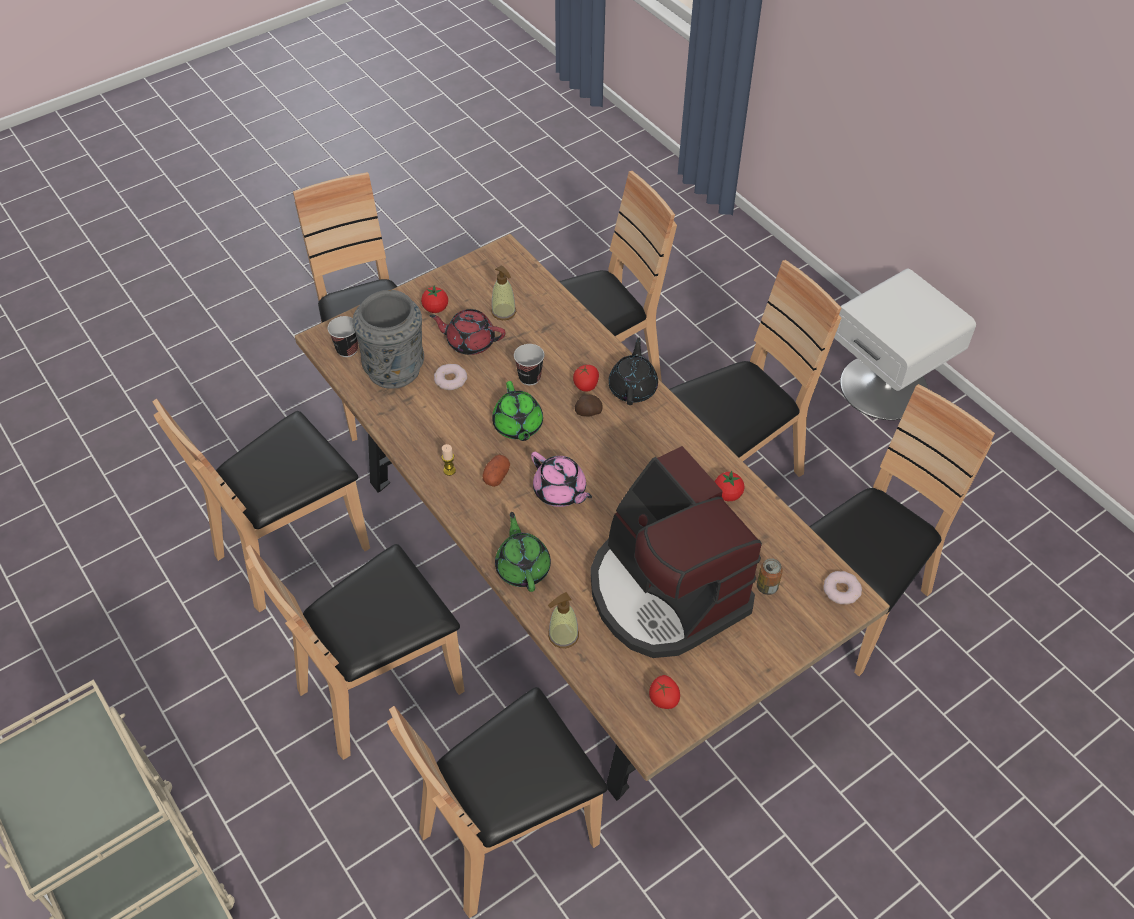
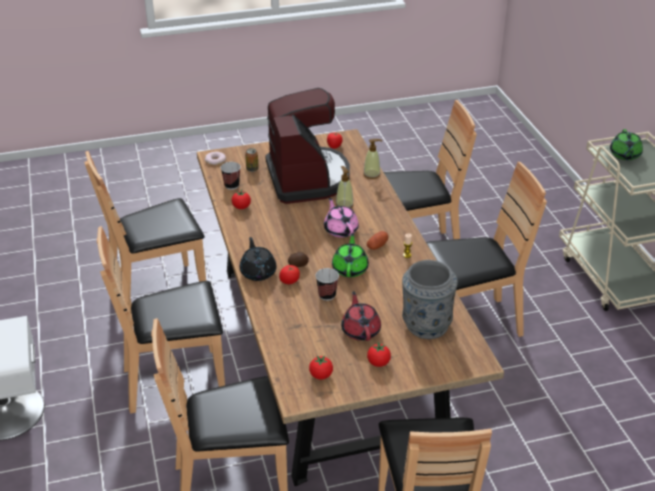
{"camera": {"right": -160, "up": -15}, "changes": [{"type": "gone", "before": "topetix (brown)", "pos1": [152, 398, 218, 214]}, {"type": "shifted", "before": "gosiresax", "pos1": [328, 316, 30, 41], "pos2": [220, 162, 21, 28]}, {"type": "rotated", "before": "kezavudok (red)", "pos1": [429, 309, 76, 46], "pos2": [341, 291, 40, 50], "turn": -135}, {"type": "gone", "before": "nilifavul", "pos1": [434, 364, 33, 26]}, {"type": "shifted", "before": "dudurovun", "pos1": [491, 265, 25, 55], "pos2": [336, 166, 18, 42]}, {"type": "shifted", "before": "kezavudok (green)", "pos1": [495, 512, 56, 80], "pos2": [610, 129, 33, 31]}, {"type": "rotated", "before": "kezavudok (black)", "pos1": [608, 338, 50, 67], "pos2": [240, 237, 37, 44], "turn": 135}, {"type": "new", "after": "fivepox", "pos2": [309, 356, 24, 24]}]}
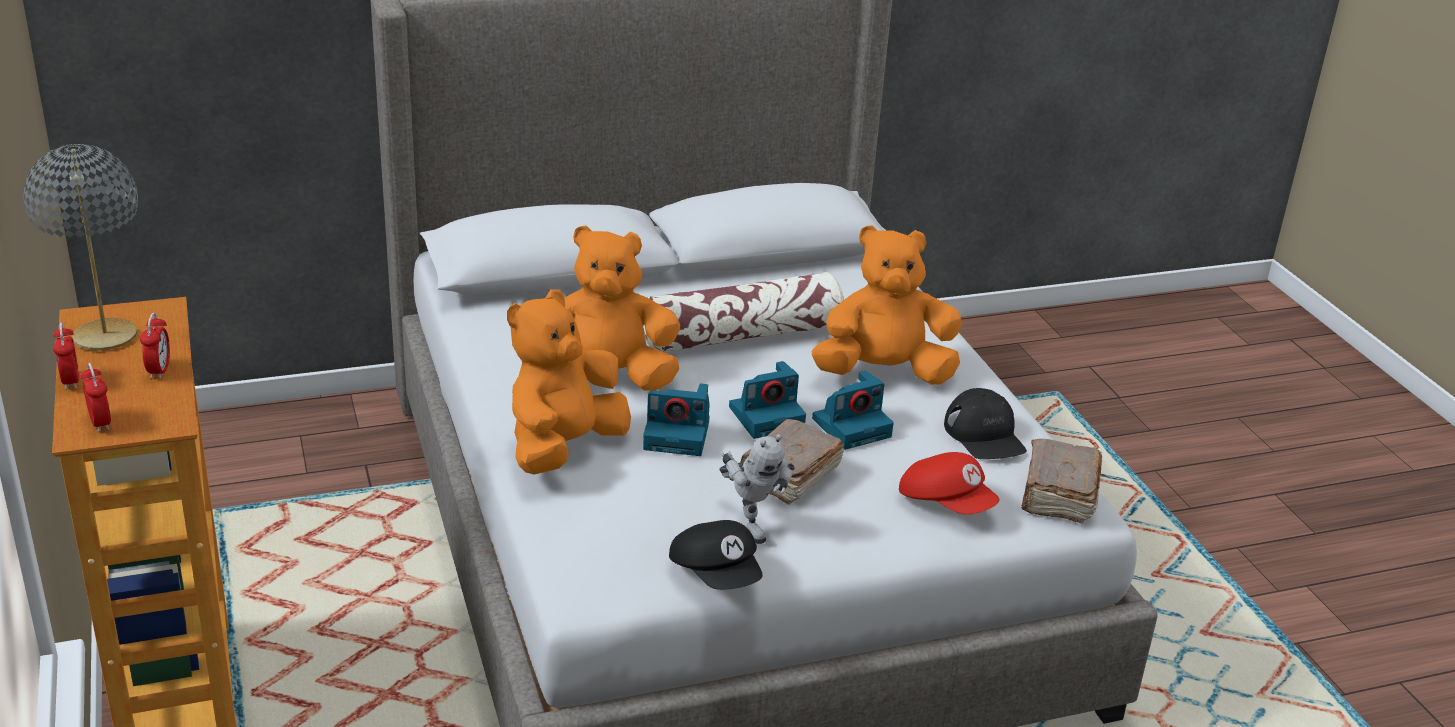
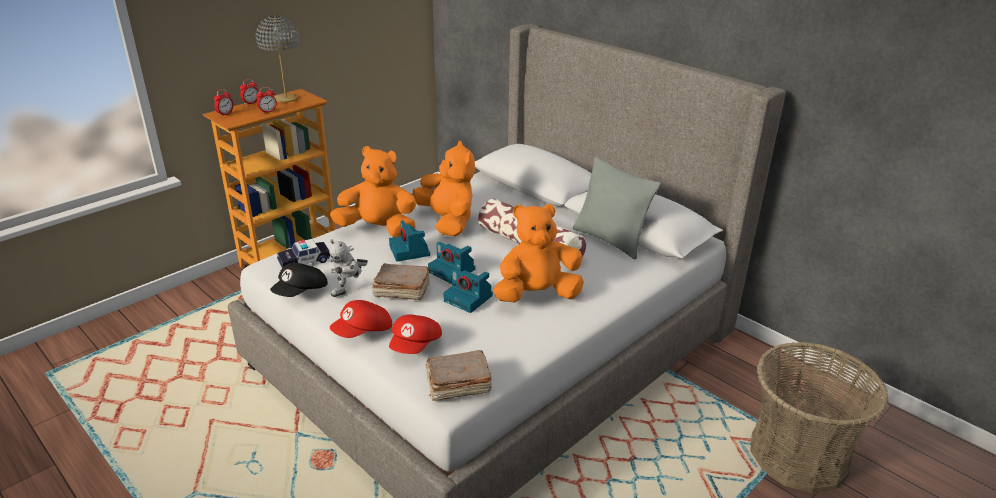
{"camera": {"right": 65, "up": 0}, "changes": [{"type": "rotated", "before": "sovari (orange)", "pos1": [812, 225, 150, 160], "pos2": [493, 204, 91, 99], "turn": -75}, {"type": "gone", "before": "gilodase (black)", "pos1": [944, 388, 83, 71]}, {"type": "new", "after": "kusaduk", "pos2": [277, 239, 53, 29]}, {"type": "new", "after": "gilodase (red)", "pos2": [330, 300, 62, 38]}, {"type": "new", "after": "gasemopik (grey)", "pos2": [573, 157, 88, 102]}, {"type": "new", "after": "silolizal", "pos2": [750, 342, 138, 151]}]}
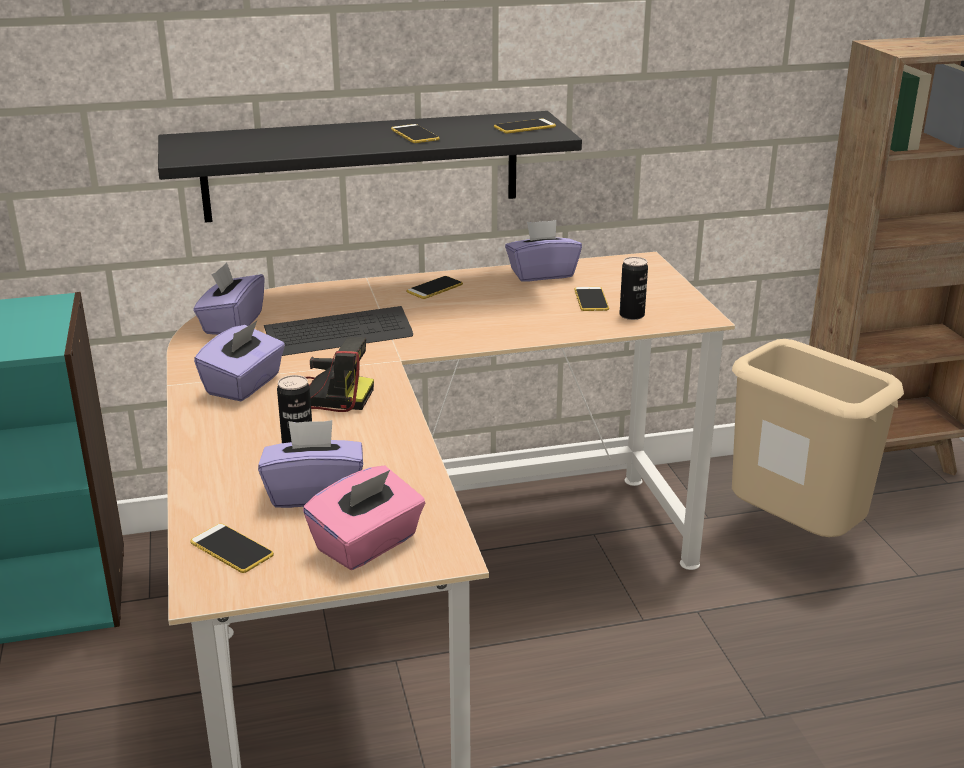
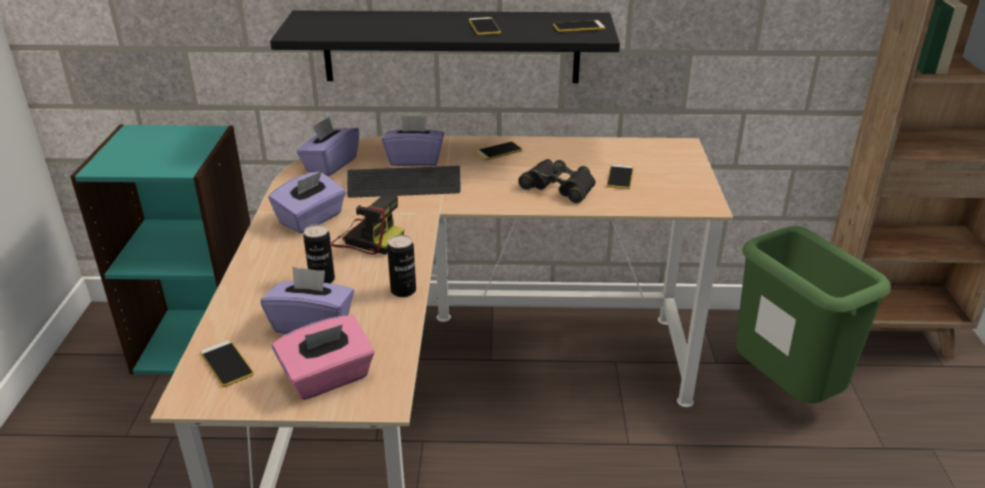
{"camera": {"right": 15, "up": 5}, "changes": [{"type": "shifted", "before": "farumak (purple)", "pos1": [505, 220, 77, 62], "pos2": [382, 115, 62, 51]}, {"type": "shifted", "before": "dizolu", "pos1": [619, 257, 29, 63], "pos2": [387, 235, 29, 62]}, {"type": "repainted", "before": "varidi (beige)", "after": "varidi (green)", "pos1": [732, 339, 172, 198], "pos2": [736, 226, 155, 177]}, {"type": "new", "after": "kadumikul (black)", "pos2": [518, 159, 78, 44]}]}
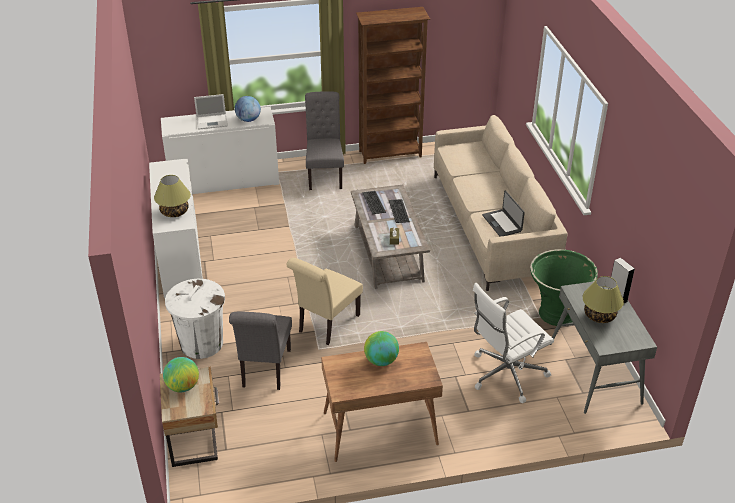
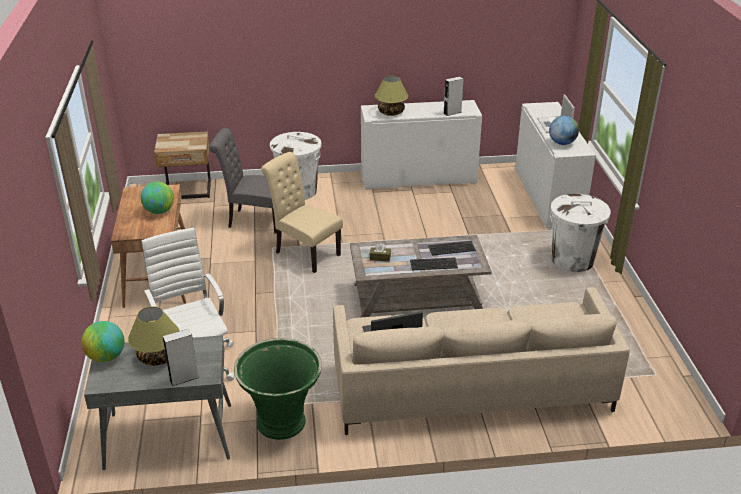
{"camera": {"right": 95, "up": -5}, "changes": [{"type": "shifted", "before": "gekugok", "pos1": [163, 357, 36, 35], "pos2": [81, 321, 43, 41]}, {"type": "swapped", "before": "topetix (grey)", "after": "varidi (white)", "pos1": [305, 91, 39, 99], "pos2": [550, 194, 61, 78]}, {"type": "gone", "before": "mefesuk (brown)", "pos1": [356, 7, 74, 157]}, {"type": "new", "after": "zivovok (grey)", "pos2": [443, 76, 20, 40]}]}
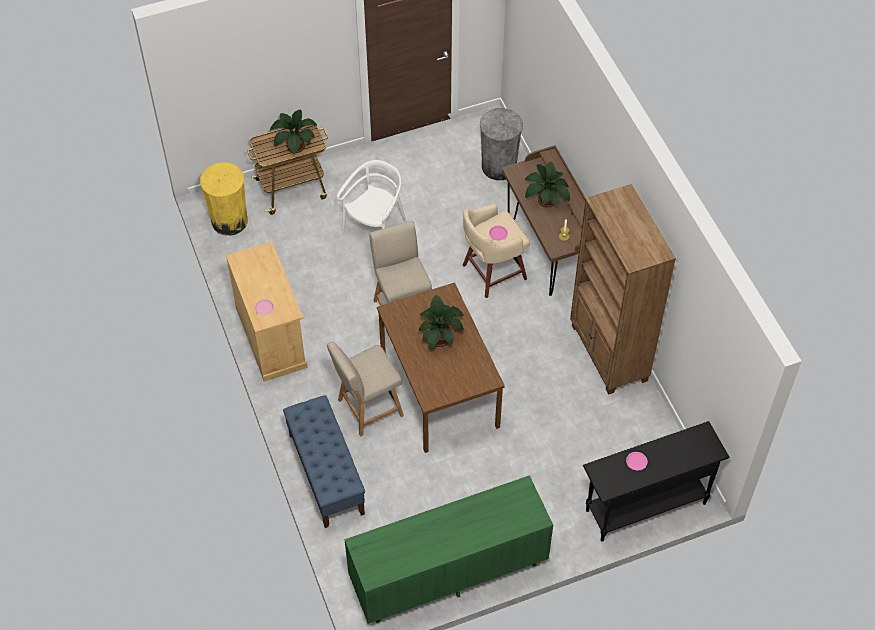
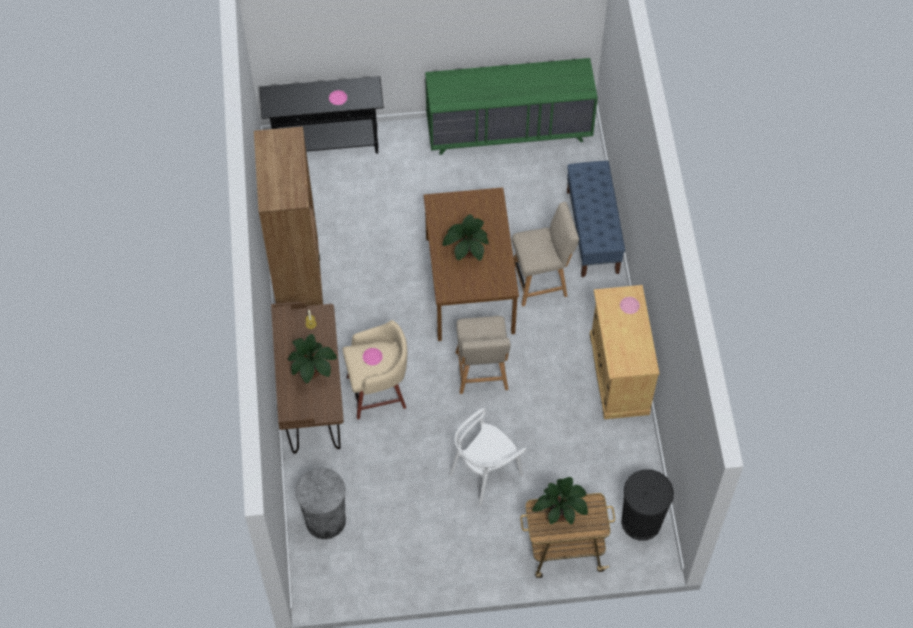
{"camera": {"right": -165, "up": 5}, "changes": [{"type": "repainted", "before": "varidi (yellow)", "after": "varidi (black)", "pos1": [200, 162, 48, 74], "pos2": [621, 469, 53, 72]}]}
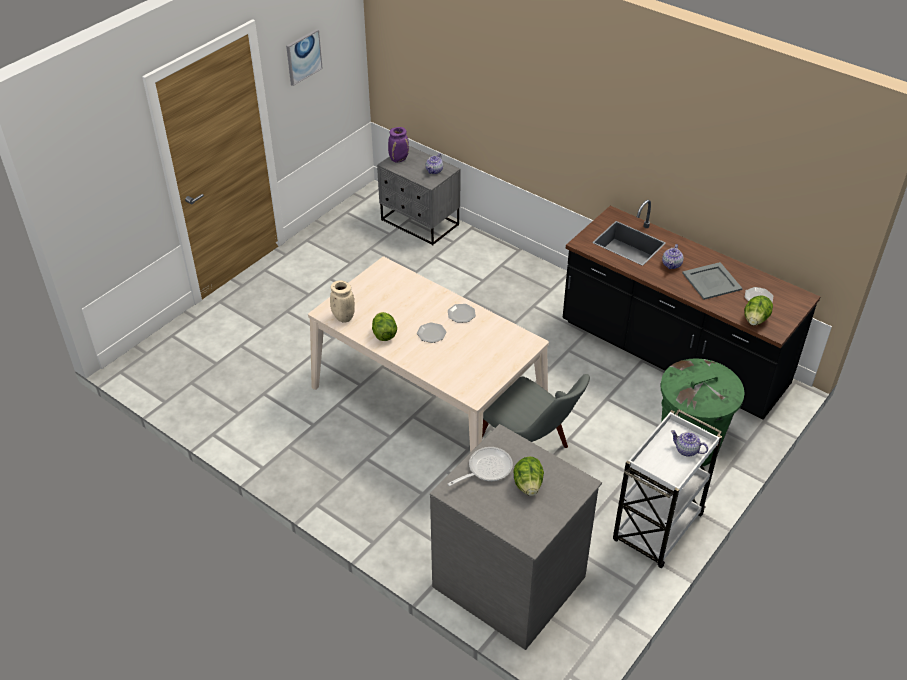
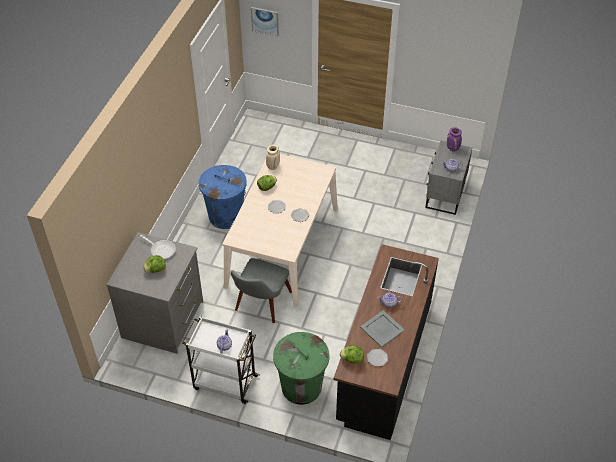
{"camera": {"right": 70, "up": 5}, "changes": [{"type": "shifted", "before": "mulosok", "pos1": [286, 29, 37, 57], "pos2": [251, 7, 28, 29]}, {"type": "new", "after": "varidi (blue)", "pos2": [199, 165, 48, 64]}]}
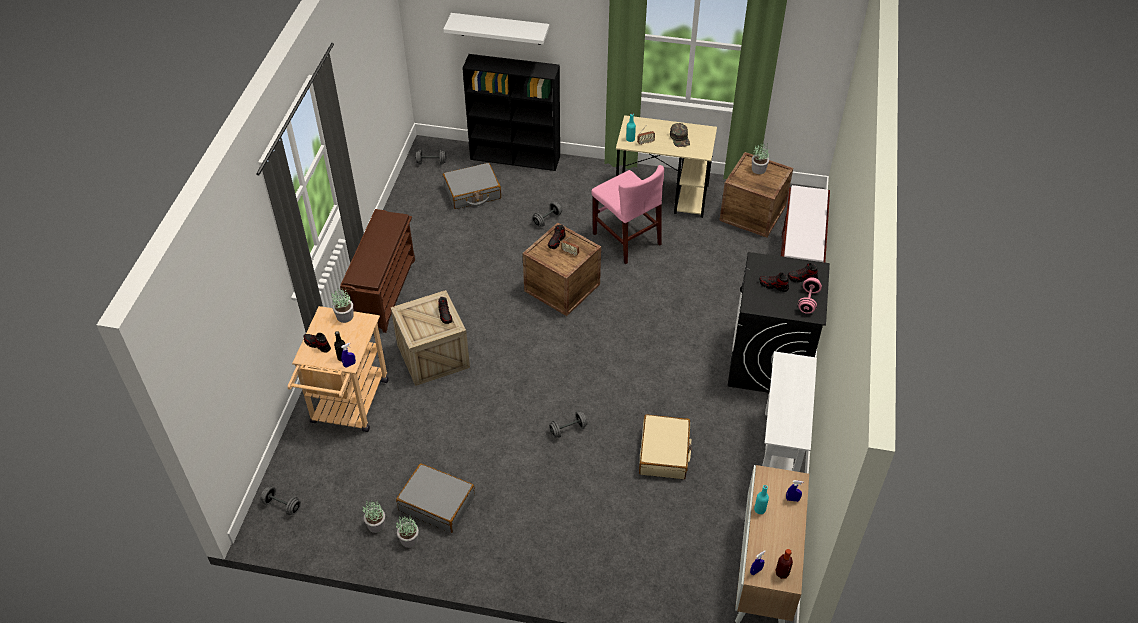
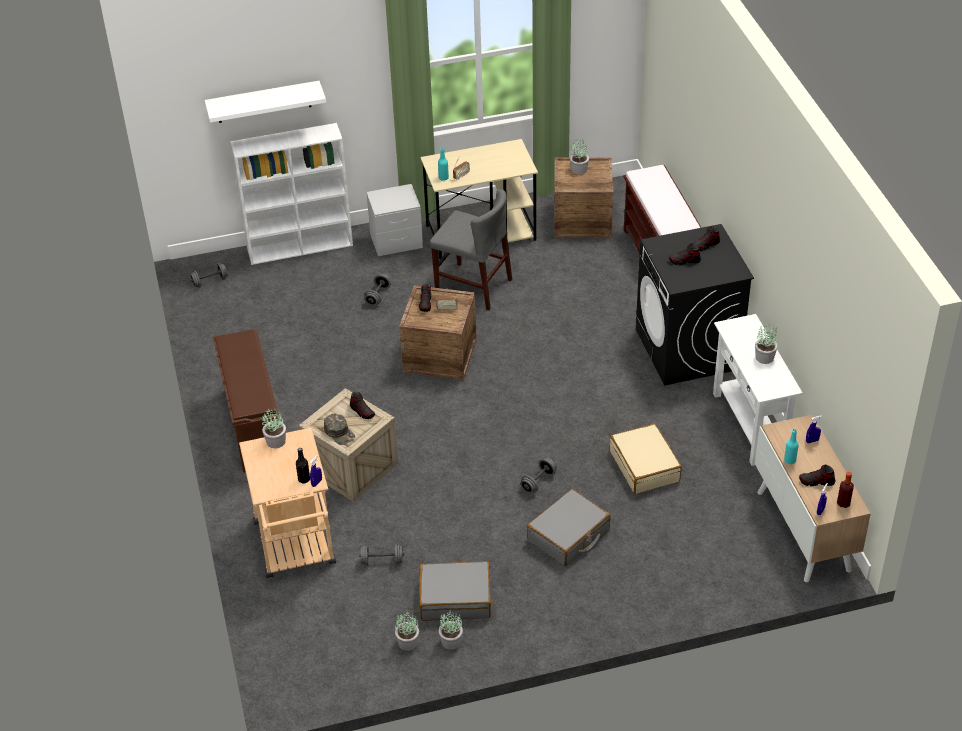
{"camera": {"right": -25, "up": -5}, "changes": [{"type": "shifted", "before": "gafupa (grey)", "pos1": [261, 487, 40, 28], "pos2": [359, 544, 45, 22]}, {"type": "shifted", "before": "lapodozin", "pos1": [304, 333, 27, 20], "pos2": [799, 465, 37, 21]}, {"type": "shifted", "before": "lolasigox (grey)", "pos1": [443, 163, 58, 46], "pos2": [527, 489, 83, 77]}, {"type": "repainted", "before": "mefesuk (black)", "after": "mefesuk (white)", "pos1": [462, 54, 98, 117], "pos2": [230, 123, 123, 142]}, {"type": "repainted", "before": "topetix (pink)", "after": "topetix (grey)", "pos1": [592, 165, 72, 99], "pos2": [430, 189, 82, 121]}, {"type": "shifted", "before": "gilodase (green)", "pos1": [670, 123, 20, 24], "pos2": [324, 414, 31, 31]}, {"type": "gone", "before": "gafupa (pink)", "pos1": [798, 277, 24, 37]}, {"type": "new", "after": "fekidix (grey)", "pos2": [366, 184, 57, 72]}, {"type": "new", "after": "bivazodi", "pos2": [755, 325, 23, 39]}]}
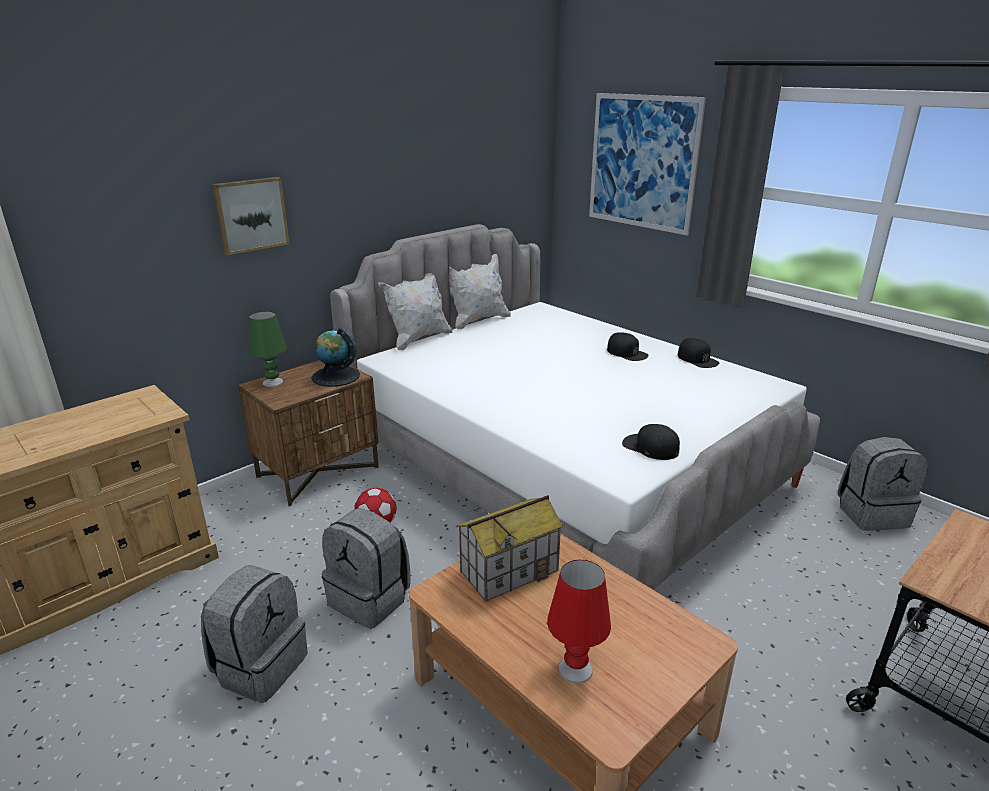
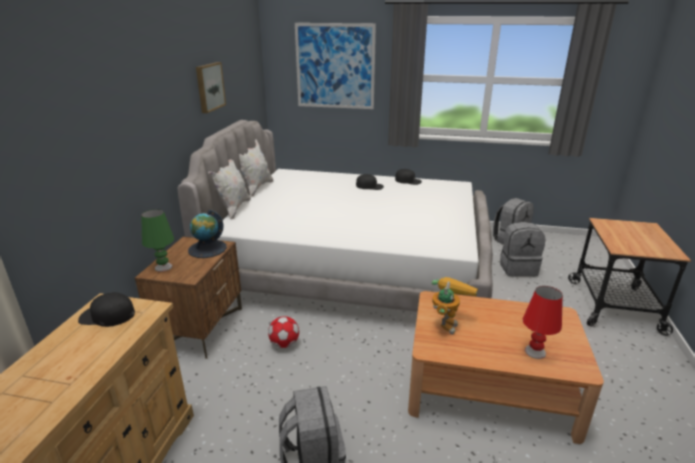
{"camera": {"right": -35, "up": 0}, "changes": [{"type": "shifted", "before": "mulosok", "pos1": [212, 177, 78, 78], "pos2": [196, 62, 30, 51]}, {"type": "shifted", "before": "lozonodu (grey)", "pos1": [321, 508, 90, 121], "pos2": [500, 222, 46, 54]}, {"type": "swapped", "before": "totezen", "after": "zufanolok", "pos1": [457, 495, 106, 107], "pos2": [432, 277, 46, 57]}, {"type": "shifted", "before": "gilodase (black)", "pos1": [622, 424, 58, 36], "pos2": [78, 292, 57, 35]}]}
